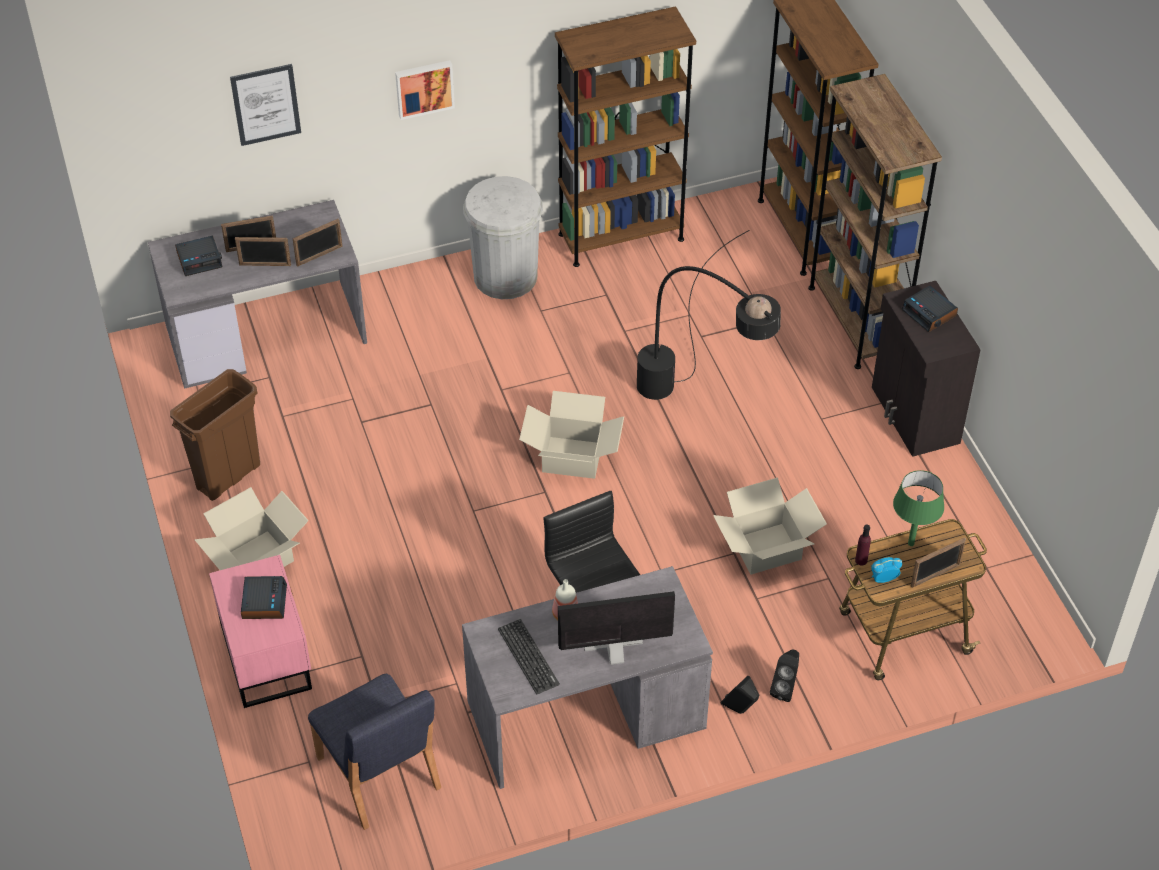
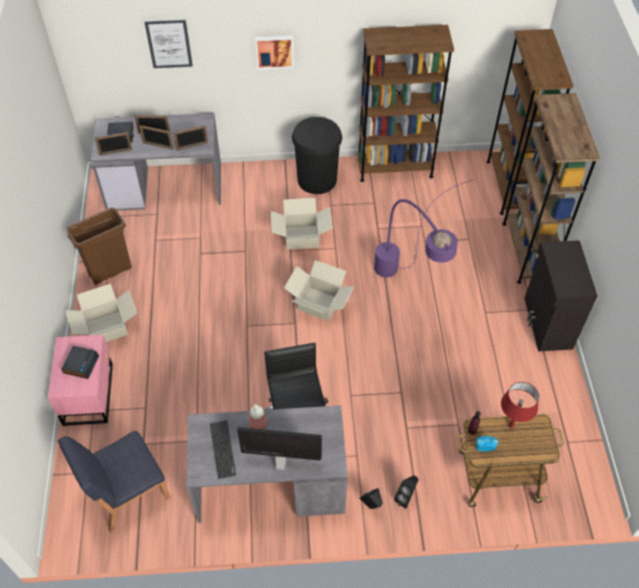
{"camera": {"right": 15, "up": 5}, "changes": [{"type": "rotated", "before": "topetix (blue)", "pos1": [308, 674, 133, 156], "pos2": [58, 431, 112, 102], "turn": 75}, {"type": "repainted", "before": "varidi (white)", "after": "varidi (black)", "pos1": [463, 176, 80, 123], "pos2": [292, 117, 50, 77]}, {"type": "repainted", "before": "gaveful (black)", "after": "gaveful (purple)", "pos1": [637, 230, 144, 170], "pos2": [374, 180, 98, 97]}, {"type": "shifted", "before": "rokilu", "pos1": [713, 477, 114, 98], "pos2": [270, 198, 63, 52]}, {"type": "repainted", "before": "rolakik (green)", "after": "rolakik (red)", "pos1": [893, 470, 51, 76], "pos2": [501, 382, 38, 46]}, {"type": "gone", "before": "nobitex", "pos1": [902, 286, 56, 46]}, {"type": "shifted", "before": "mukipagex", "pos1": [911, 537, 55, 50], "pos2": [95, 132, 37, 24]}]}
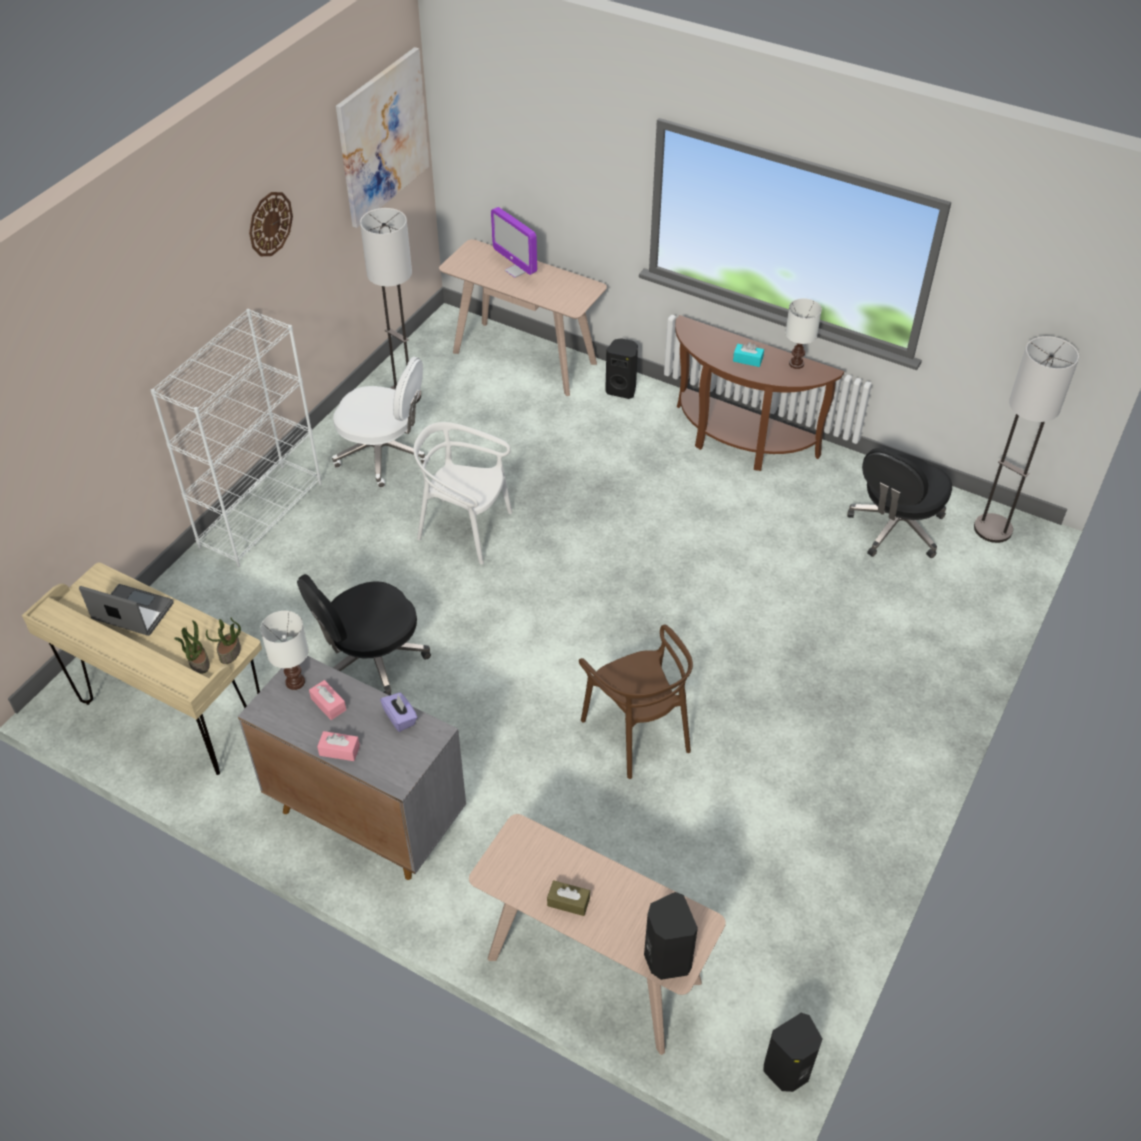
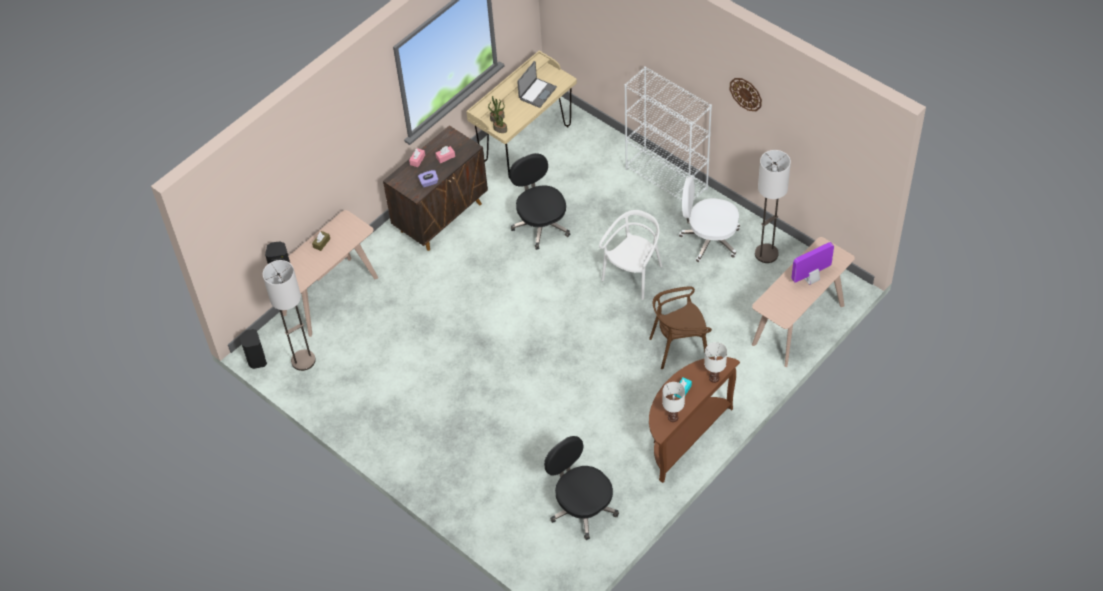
{"camera": {"right": 105, "up": 5}, "changes": [{"type": "repainted", "before": "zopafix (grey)", "after": "zopafix (brown)", "pos1": [238, 656, 228, 224], "pos2": [383, 125, 105, 126]}, {"type": "shifted", "before": "rolakik (white)", "pos1": [260, 611, 49, 79], "pos2": [704, 342, 23, 41]}, {"type": "rotated", "before": "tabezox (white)", "pos1": [332, 356, 97, 132], "pos2": [679, 177, 61, 85], "turn": 75}, {"type": "gone", "before": "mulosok", "pos1": [336, 47, 93, 181]}, {"type": "shifted", "before": "topetix (brown)", "pos1": [579, 625, 114, 154], "pos2": [649, 286, 63, 83]}, {"type": "gone", "before": "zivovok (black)", "pos1": [605, 338, 33, 61]}, {"type": "shifted", "before": "gaveful", "pos1": [974, 336, 105, 207], "pos2": [263, 260, 53, 111]}]}
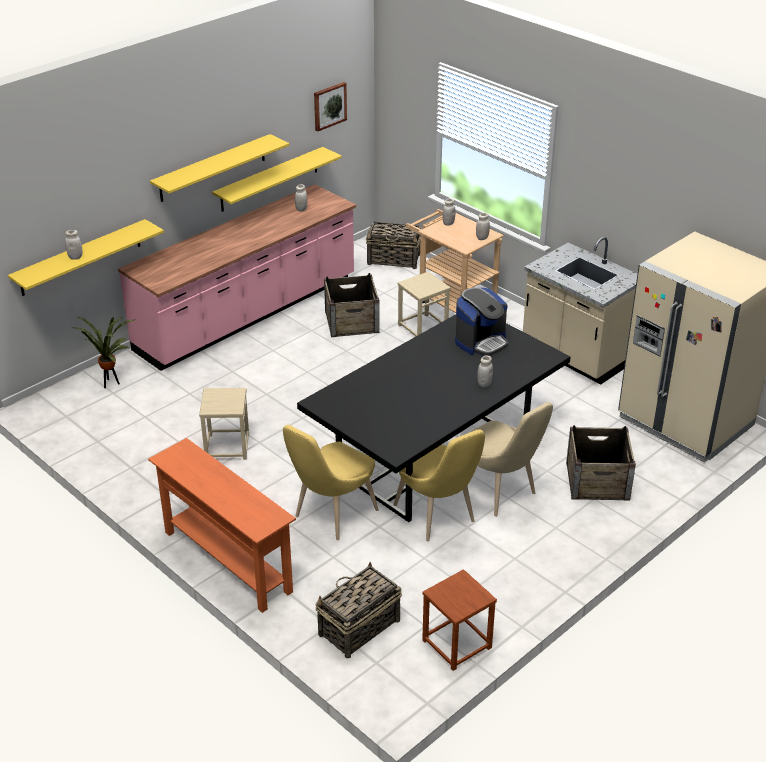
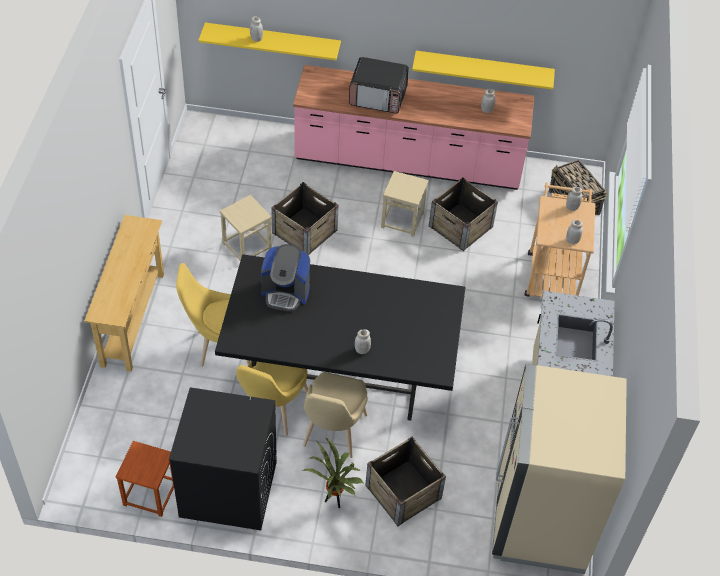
{"camera": {"right": 50, "up": 15}, "changes": [{"type": "shifted", "before": "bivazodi", "pos1": [71, 317, 63, 71], "pos2": [302, 437, 61, 71]}, {"type": "repainted", "before": "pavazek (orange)", "after": "pavazek (beige)", "pos1": [148, 438, 148, 175], "pos2": [84, 215, 80, 157]}, {"type": "gone", "before": "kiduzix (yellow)", "pos1": [150, 134, 140, 68]}, {"type": "gone", "before": "mulosok", "pos1": [314, 82, 33, 49]}, {"type": "gone", "before": "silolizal", "pos1": [315, 562, 87, 96]}, {"type": "shifted", "before": "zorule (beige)", "pos1": [398, 272, 53, 64], "pos2": [381, 171, 48, 66]}, {"type": "shifted", "before": "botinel", "pos1": [455, 287, 53, 69], "pos2": [261, 244, 49, 67]}, {"type": "new", "after": "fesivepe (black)", "pos2": [169, 387, 108, 143]}, {"type": "new", "after": "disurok", "pos2": [271, 182, 68, 73]}, {"type": "new", "after": "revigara", "pos2": [349, 57, 60, 57]}]}
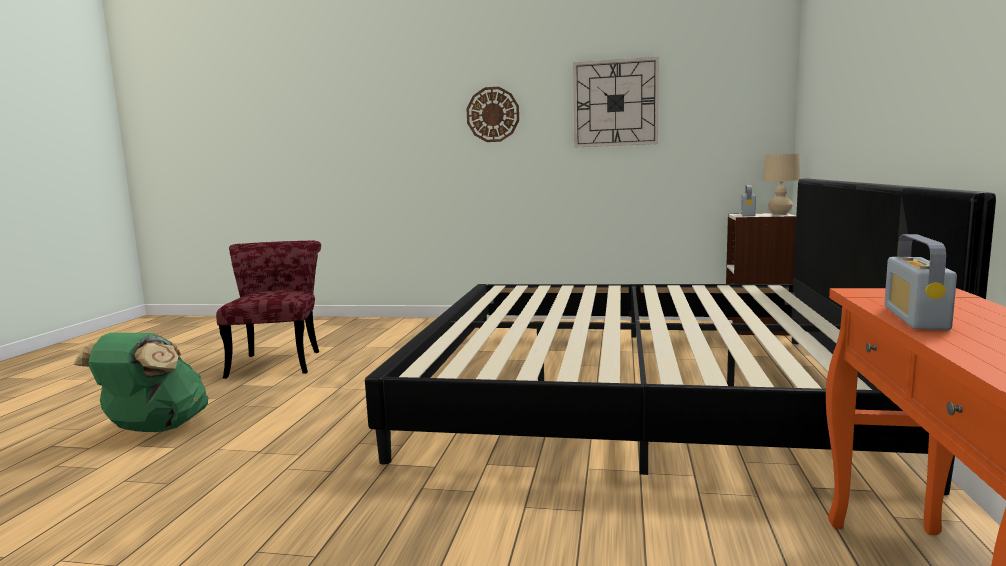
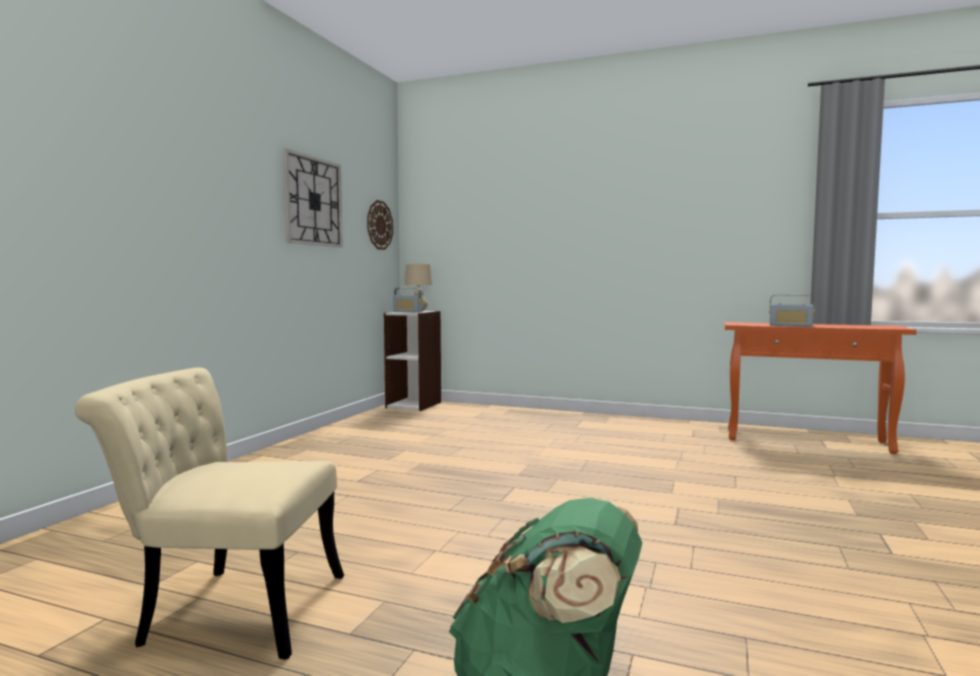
{"camera": {"right": -80, "up": -5}, "changes": [{"type": "repainted", "before": "topetix (red)", "after": "topetix (beige)", "pos1": [216, 241, 105, 138], "pos2": [75, 367, 269, 293]}, {"type": "gone", "before": "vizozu", "pos1": [365, 178, 631, 317]}, {"type": "shifted", "before": "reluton", "pos1": [467, 87, 52, 55], "pos2": [367, 200, 26, 50]}]}
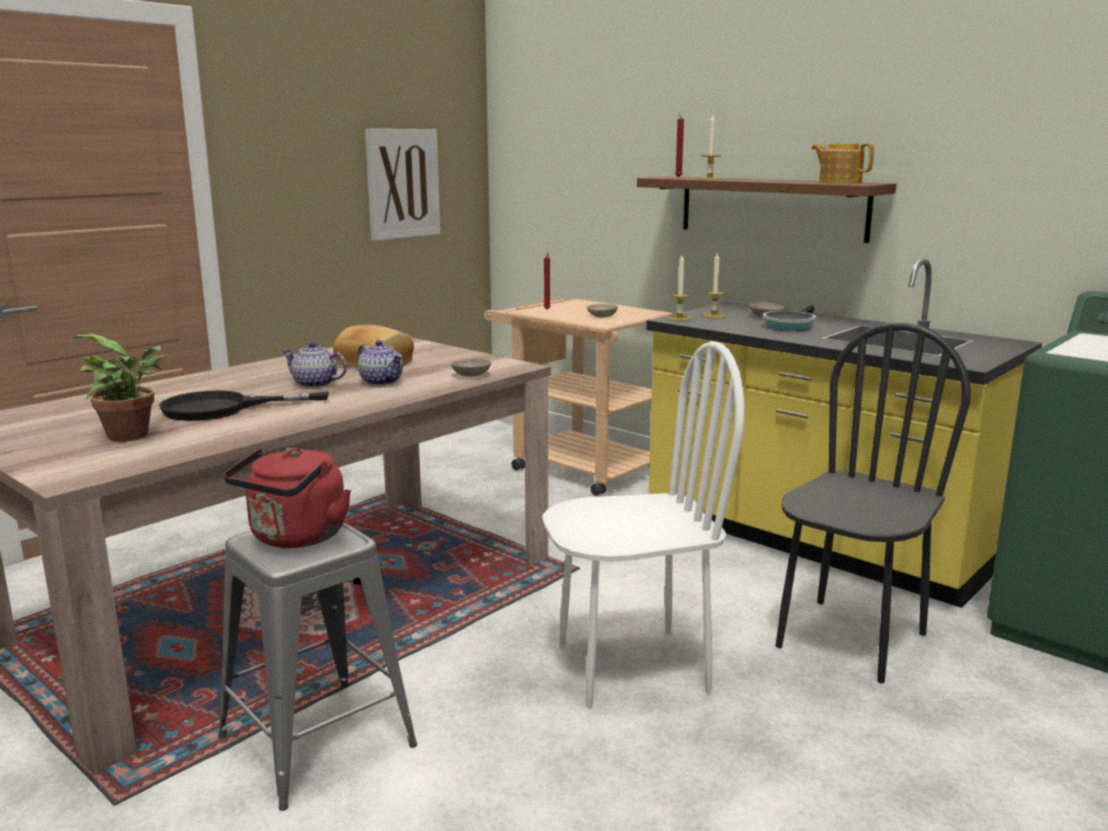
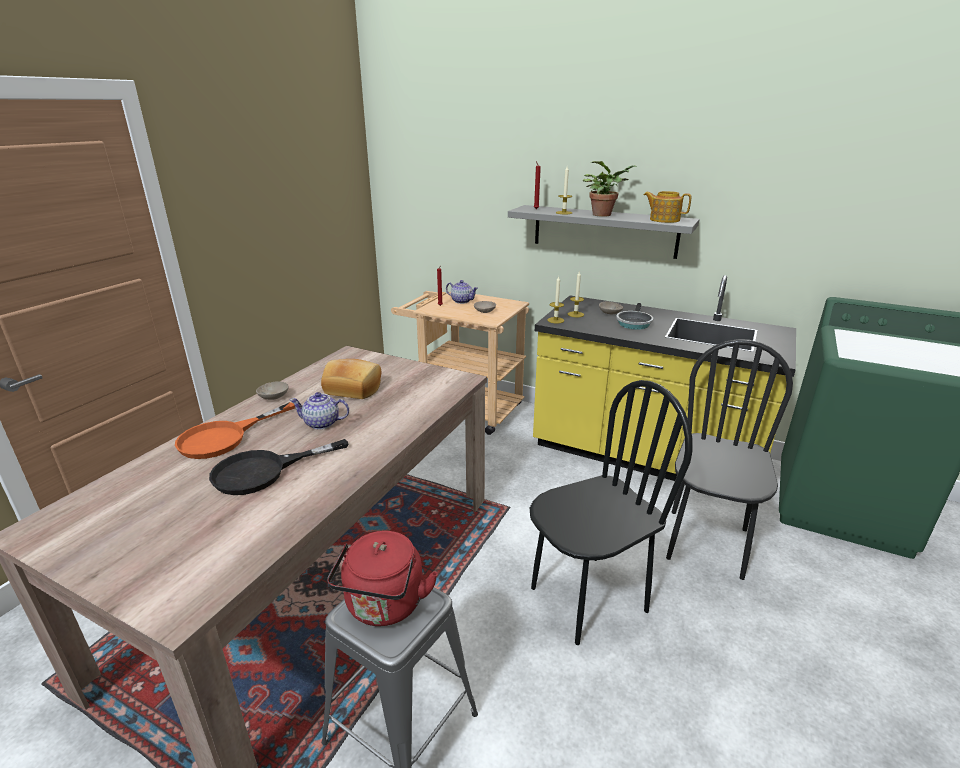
{"camera": {"right": -15, "up": 10}, "changes": [{"type": "shifted", "before": "bivazodi", "pos1": [73, 334, 93, 108], "pos2": [583, 161, 54, 56]}, {"type": "shifted", "before": "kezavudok", "pos1": [358, 340, 45, 46], "pos2": [446, 280, 32, 24]}, {"type": "gone", "before": "mulosok", "pos1": [365, 129, 75, 112]}, {"type": "shifted", "before": "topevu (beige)", "pos1": [451, 359, 40, 18], "pos2": [256, 382, 33, 18]}, {"type": "repainted", "before": "topetix (white)", "after": "topetix (black)", "pos1": [542, 341, 203, 367], "pos2": [530, 380, 163, 265]}, {"type": "repainted", "before": "kiduzix (brown)", "after": "kiduzix (grey)", "pos1": [637, 176, 260, 67], "pos2": [508, 205, 192, 54]}, {"type": "new", "after": "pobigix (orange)", "pos2": [175, 402, 120, 57]}]}
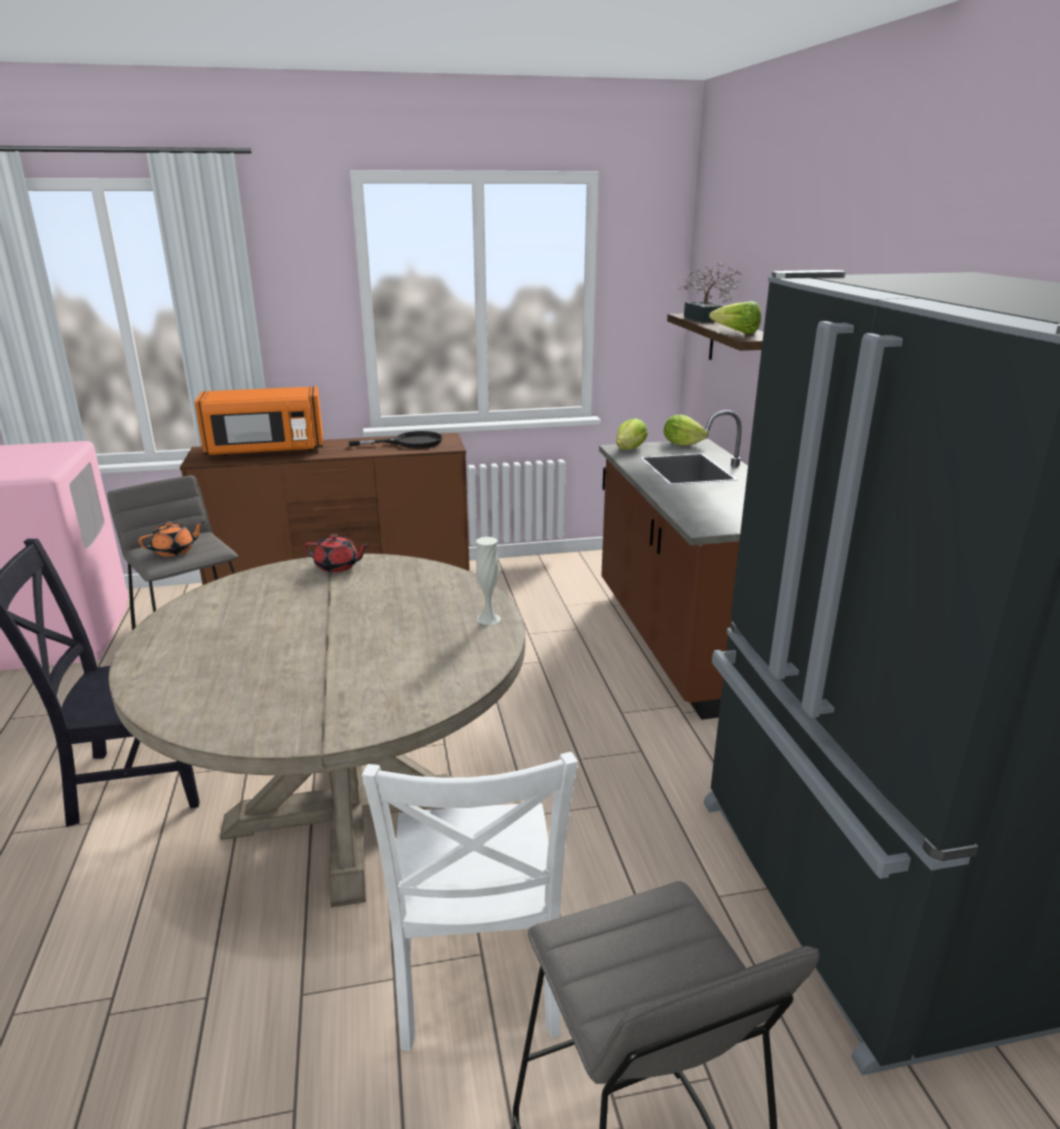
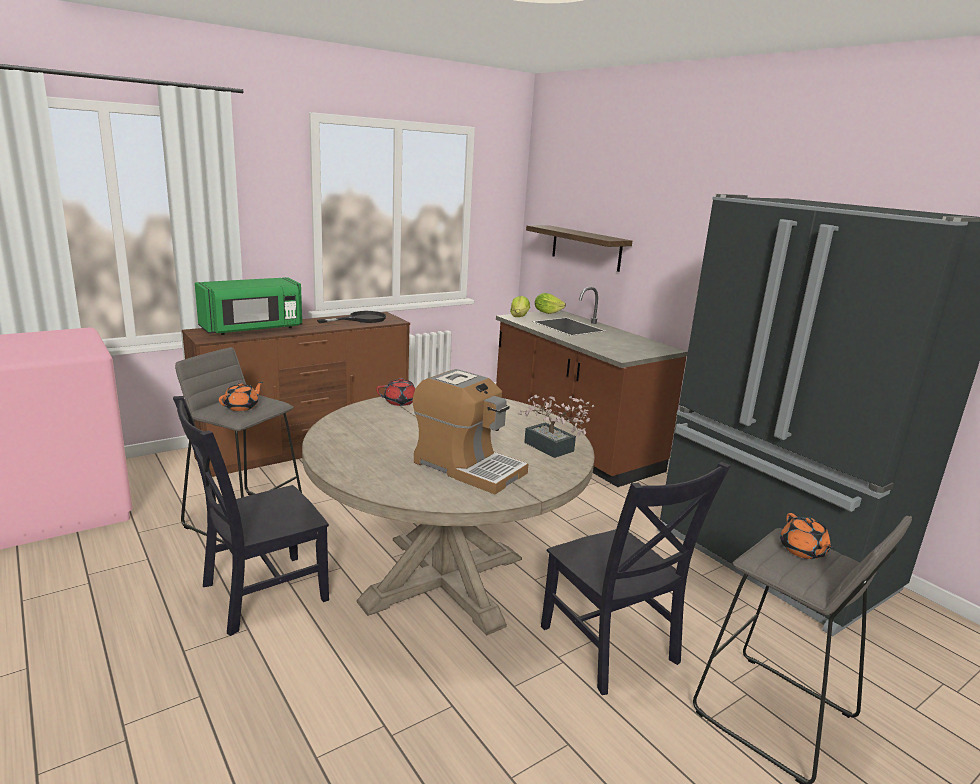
{"camera": {"right": -25, "up": -5}, "changes": [{"type": "repainted", "before": "revigara (orange)", "after": "revigara (green)", "pos1": [195, 386, 128, 70], "pos2": [195, 277, 107, 58]}, {"type": "repainted", "before": "topetix (white)", "after": "topetix (black)", "pos1": [362, 752, 216, 299], "pos2": [541, 462, 190, 233]}, {"type": "gone", "before": "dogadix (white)", "pos1": [476, 537, 25, 88]}, {"type": "shifted", "before": "bivazodi", "pos1": [679, 263, 63, 59], "pos2": [518, 395, 76, 63]}, {"type": "gone", "before": "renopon", "pos1": [709, 301, 52, 33]}, {"type": "new", "after": "botinel", "pos2": [413, 369, 115, 125]}, {"type": "new", "after": "kezavudok (orange)", "pos2": [780, 513, 53, 46]}]}
